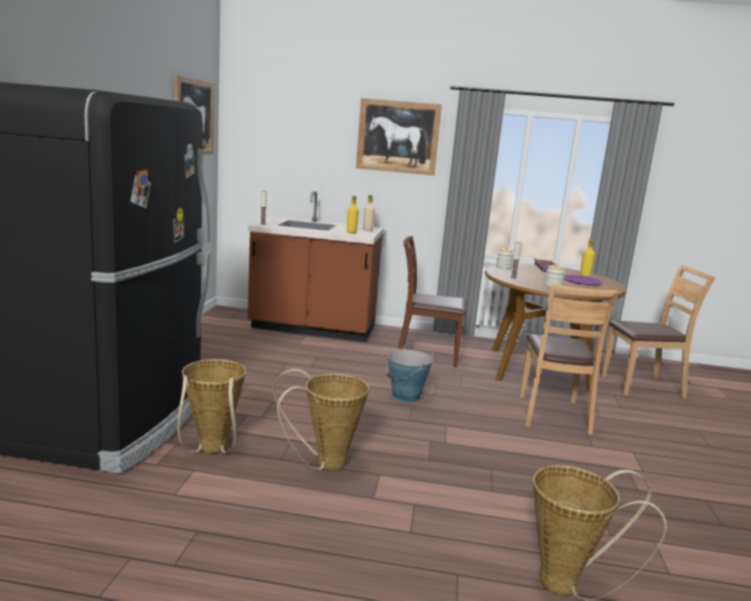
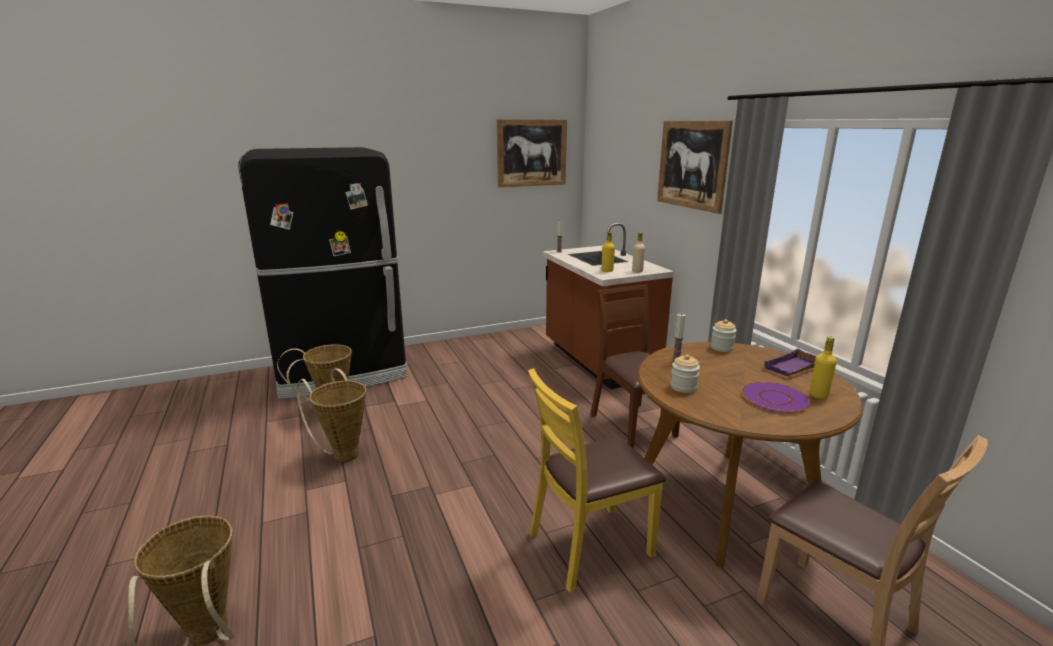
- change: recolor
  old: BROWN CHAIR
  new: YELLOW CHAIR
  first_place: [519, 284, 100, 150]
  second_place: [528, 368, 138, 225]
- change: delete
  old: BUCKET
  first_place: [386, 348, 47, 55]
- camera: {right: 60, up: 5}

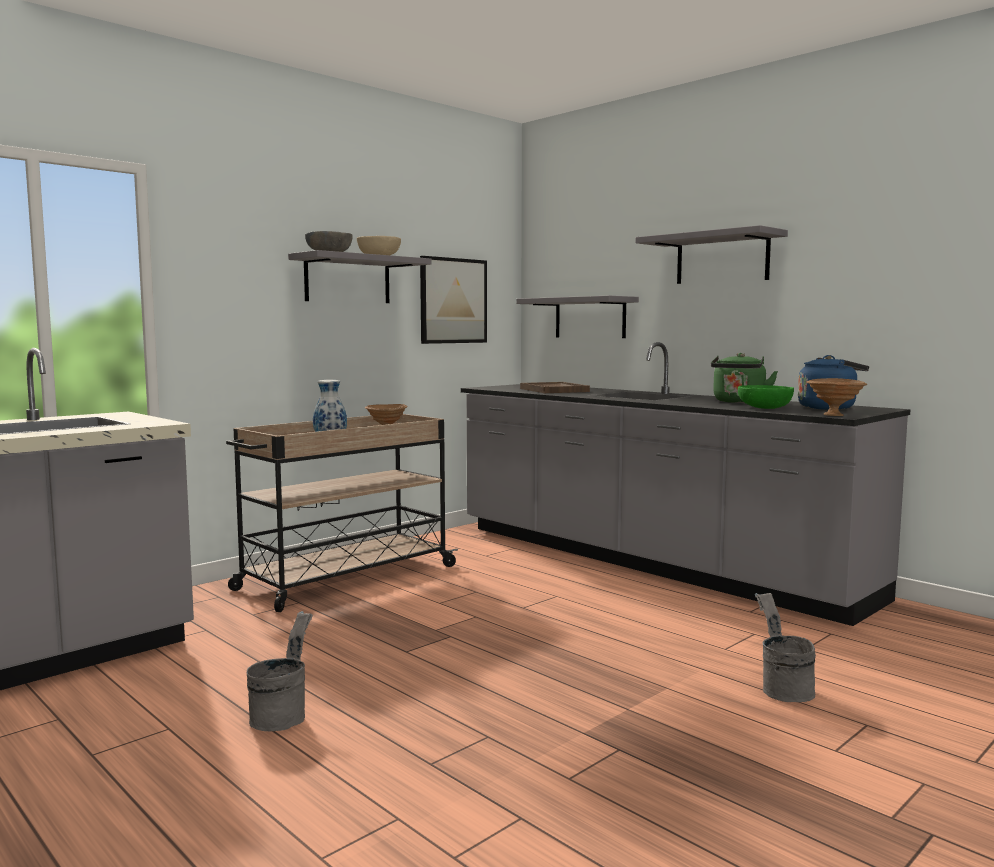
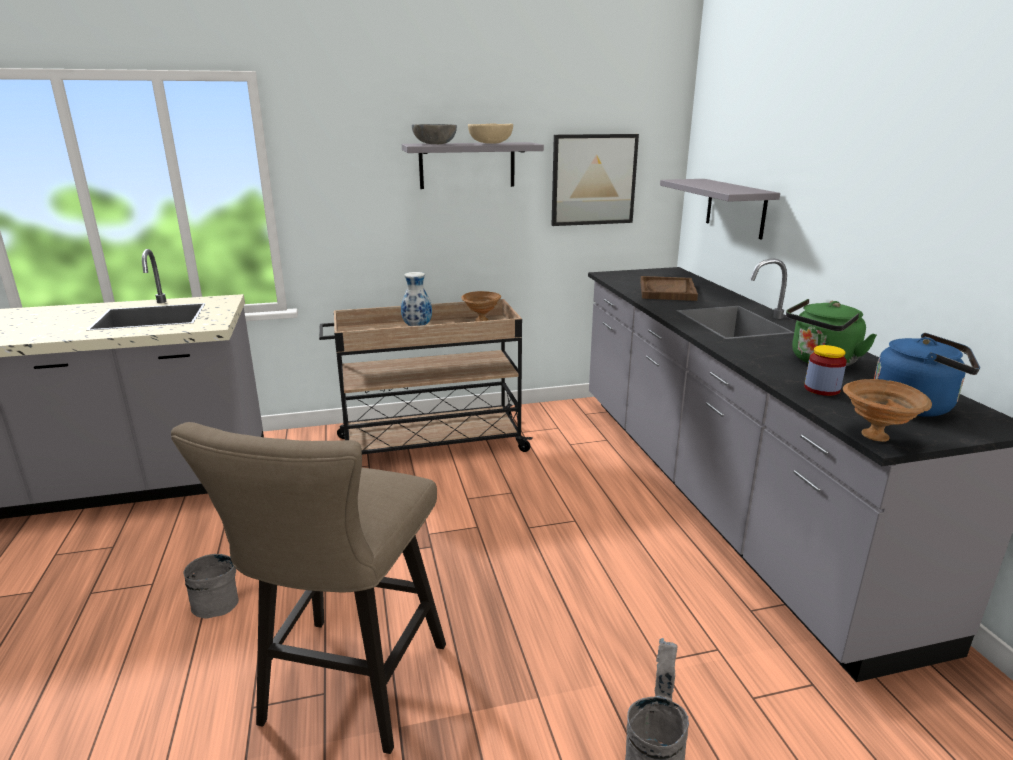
- change: delete
  old: GREY SHELF
  first_place: [636, 225, 152, 59]
- change: replace
  old: GREEN BOWL
  new: JAR
  first_place: [738, 385, 56, 24]
  second_place: [804, 345, 43, 51]
- change: insert
  new: BEIGE STOOL
  second_place: [171, 422, 275, 332]
- camera: {right: 30, up: 15}

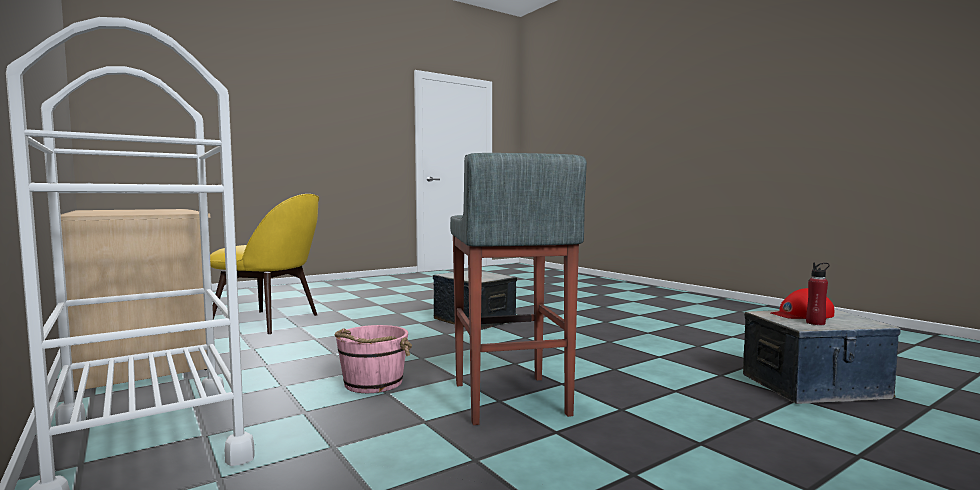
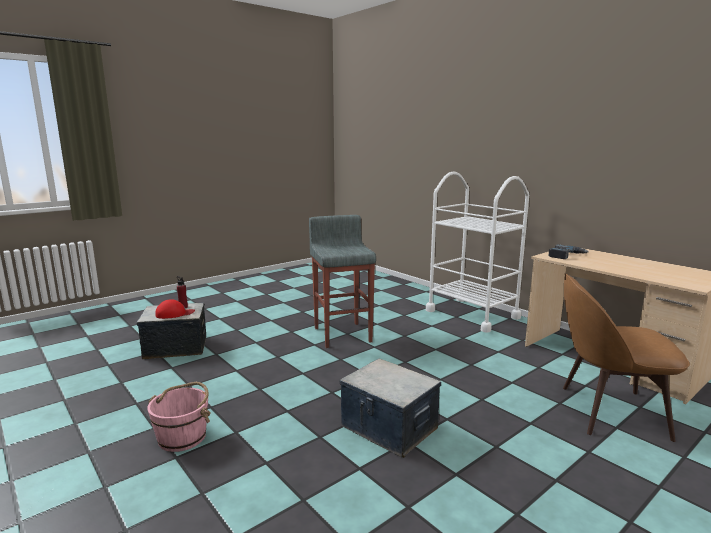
- change: recolor
  old: YELLOW CHAIR
  new: BROWN CHAIR
  first_place: [210, 194, 109, 140]
  second_place: [563, 273, 127, 169]
- change: move
  old: PINK BUCKET
  first_place: [335, 325, 77, 68]
  second_place: [147, 382, 64, 70]
- change: insert
  new: POWER DRILL
  second_place: [549, 244, 40, 15]
- camera: {right: 175, up: 10}

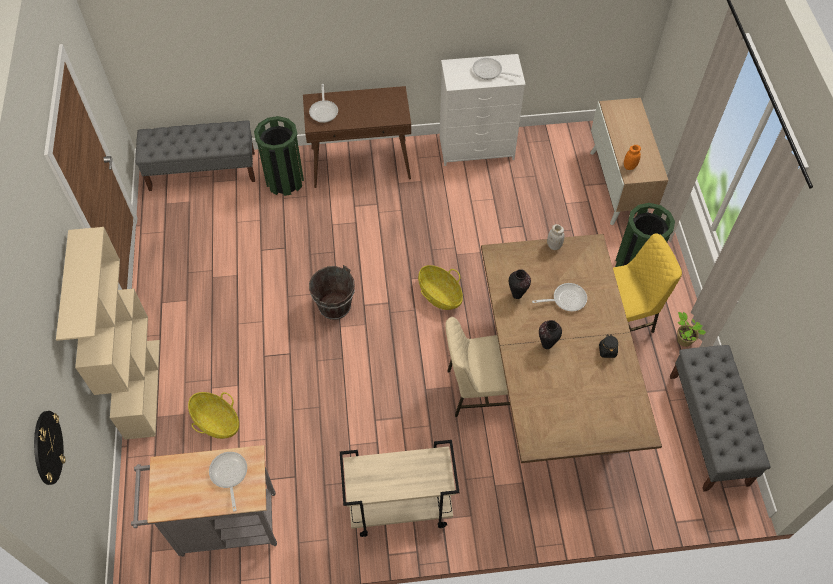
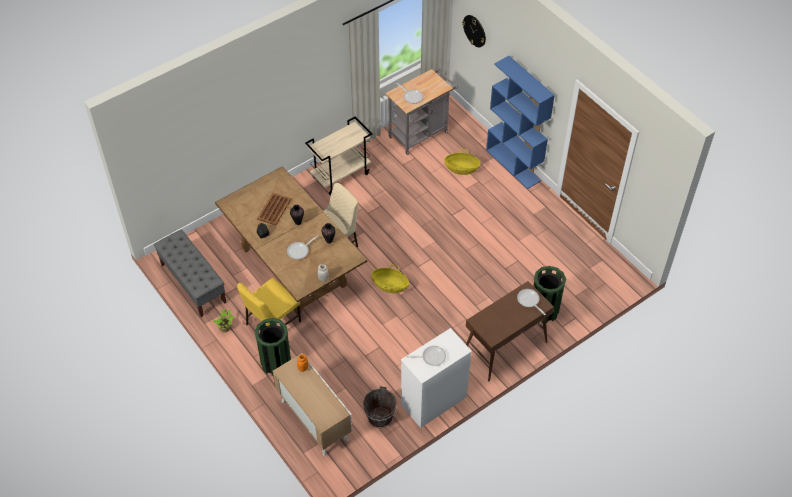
- change: delete
  old: GREY BENCH
  first_place: [135, 120, 120, 71]
- change: recolor
  old: BEIGE BOOKCASE
  new: BLUE BOOKCASE
  first_place: [56, 227, 104, 213]
  second_place: [486, 56, 69, 133]
- change: move
  old: BROWN BUCKET
  first_place: [309, 265, 46, 55]
  second_place: [363, 386, 34, 42]
- change: insert
  new: BROWN TRAY
  second_place: [257, 193, 34, 32]
- camera: {right: 150, up: -5}

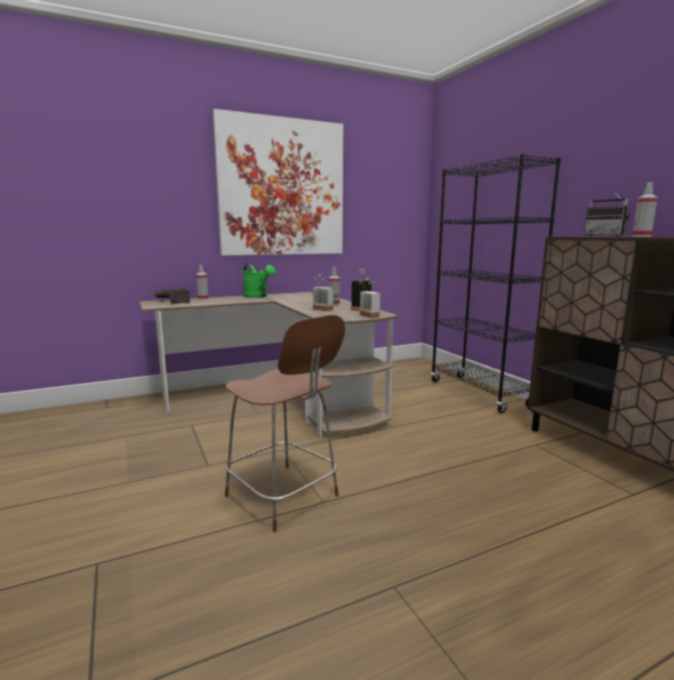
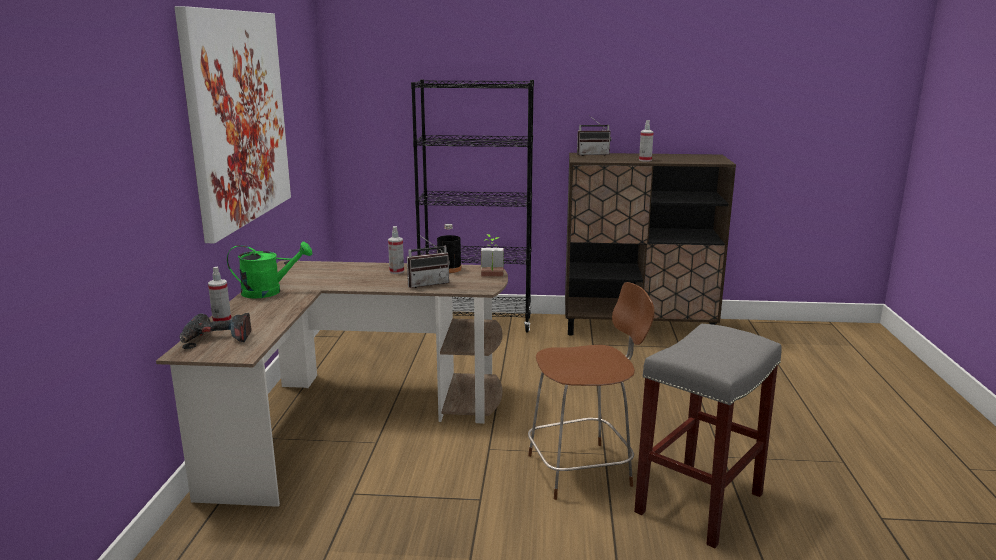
- change: replace
  old: POTTED PLANT
  new: RADIO
  first_place: [313, 275, 20, 36]
  second_place: [407, 234, 43, 54]
- change: insert
  new: GREY STOOL
  second_place: [634, 324, 148, 224]
- camera: {right: -60, up: 5}

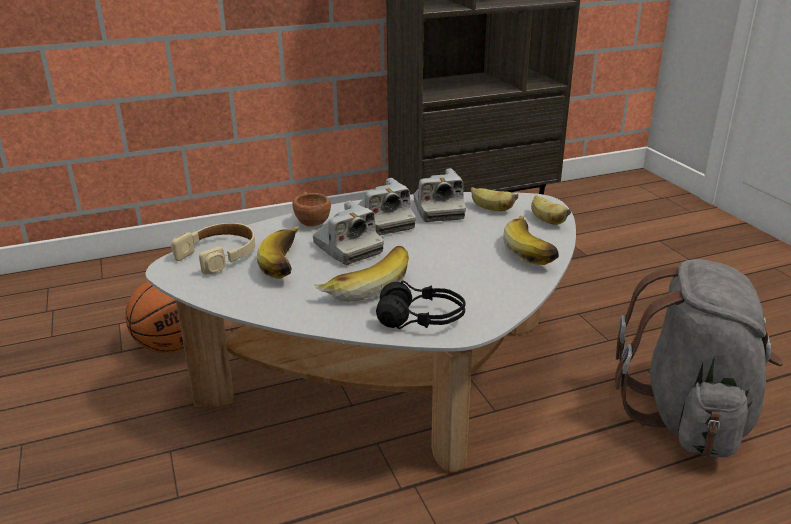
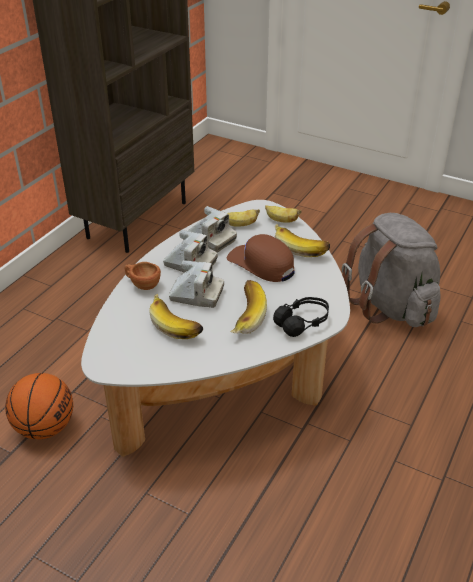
- change: delete
  old: BEIGE HEADPHONES
  first_place: [171, 223, 84, 52]
- change: insert
  new: BROWN CAP
  second_place: [227, 234, 67, 48]
- camera: {right: -40, up: 10}

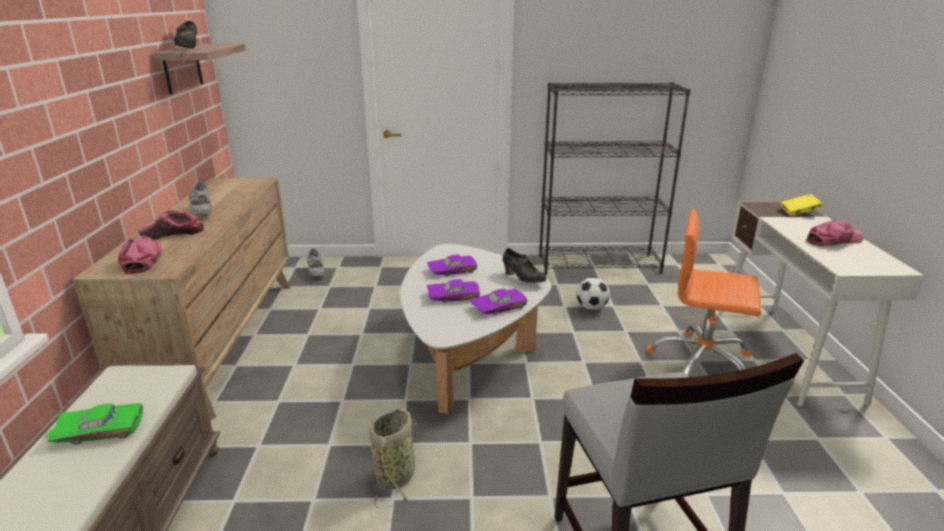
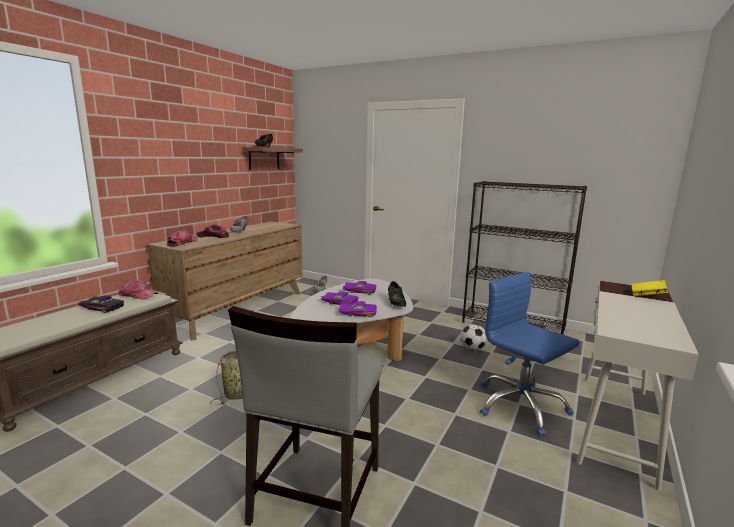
- change: recolor
  old: ORANGE OFFICE CHAIR
  new: BLUE OFFICE CHAIR
  first_place: [646, 209, 115, 168]
  second_place: [480, 272, 100, 164]
- change: move
  old: CAP
  first_place: [806, 219, 58, 27]
  second_place: [119, 280, 39, 19]
- change: recolor
  old: GREEN TOY CAR
  new: BLACK TOY CAR
  first_place: [45, 403, 98, 41]
  second_place: [78, 296, 46, 17]
- camera: {right: 30, up: -10}

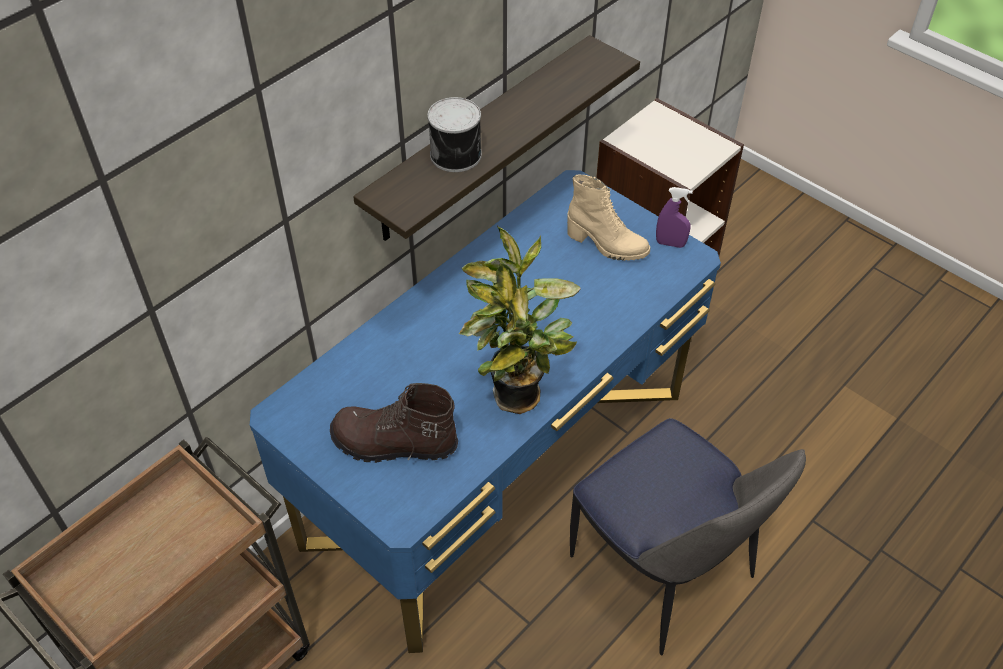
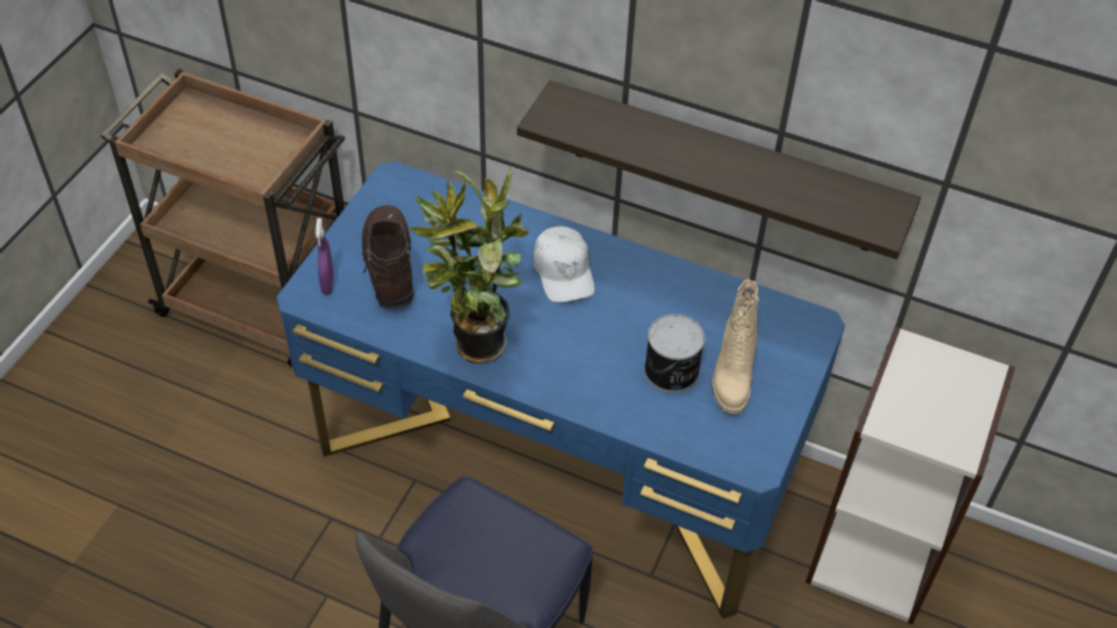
- change: move
  old: CAN
  first_place: [428, 97, 54, 75]
  second_place: [644, 314, 61, 79]
- change: move
  old: PURPLE SPRAY BOTTLE
  first_place: [656, 187, 37, 61]
  second_place: [315, 218, 19, 77]
- change: insert
  new: WHITE CAP
  second_place: [534, 226, 61, 77]
- camera: {right: 70, up: 0}

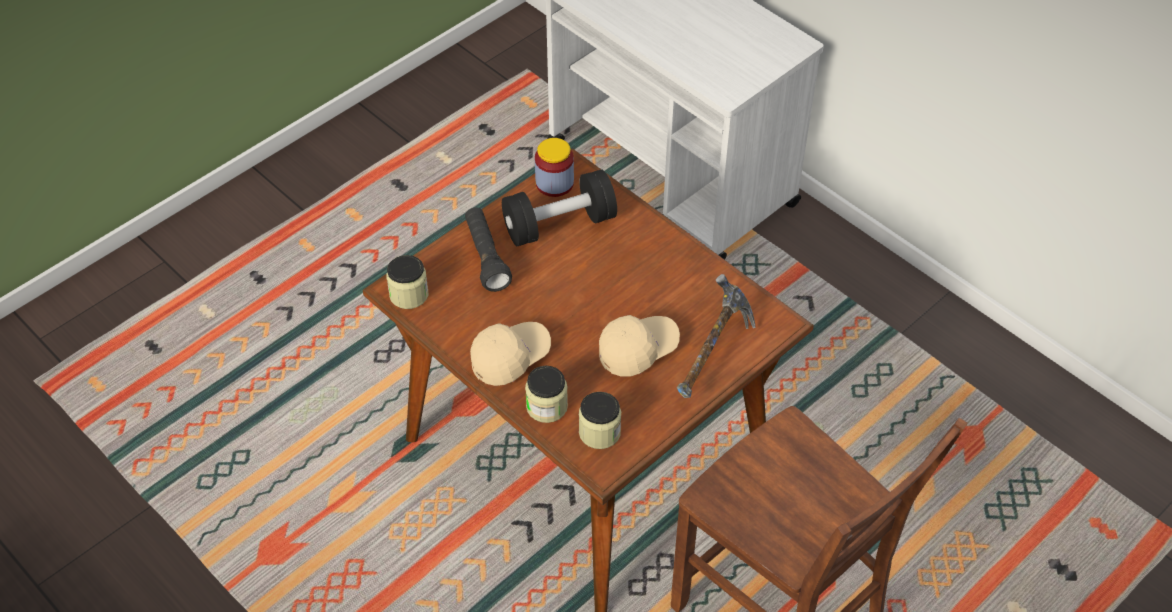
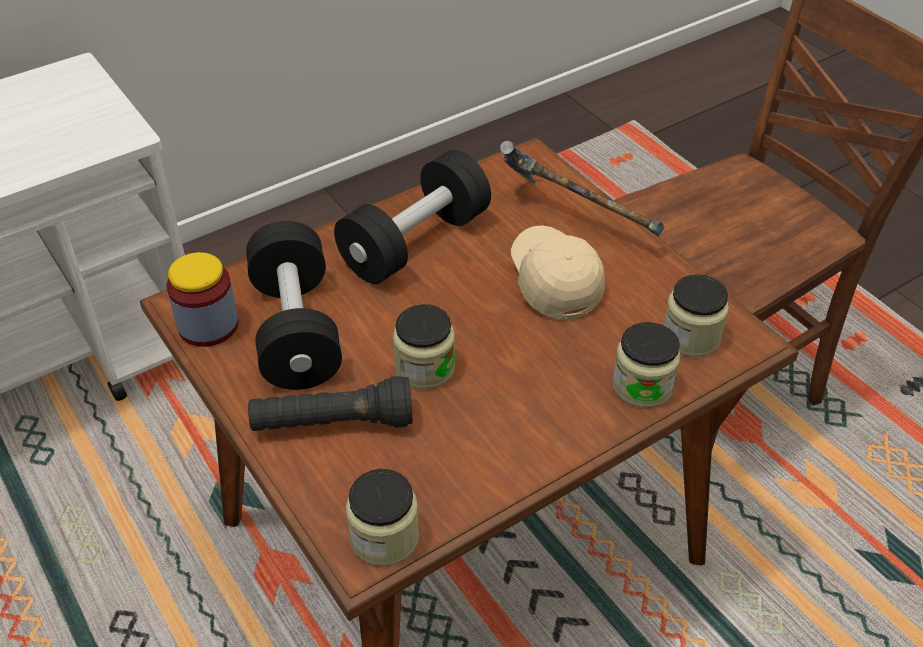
- change: delete
  old: BEIGE CAP
  first_place: [470, 322, 81, 64]
- change: insert
  new: BLACK DUMBBELL
  second_place: [334, 150, 157, 134]
- change: insert
  new: JAR
  second_place: [393, 304, 62, 85]
- camera: {right: -80, up: -5}

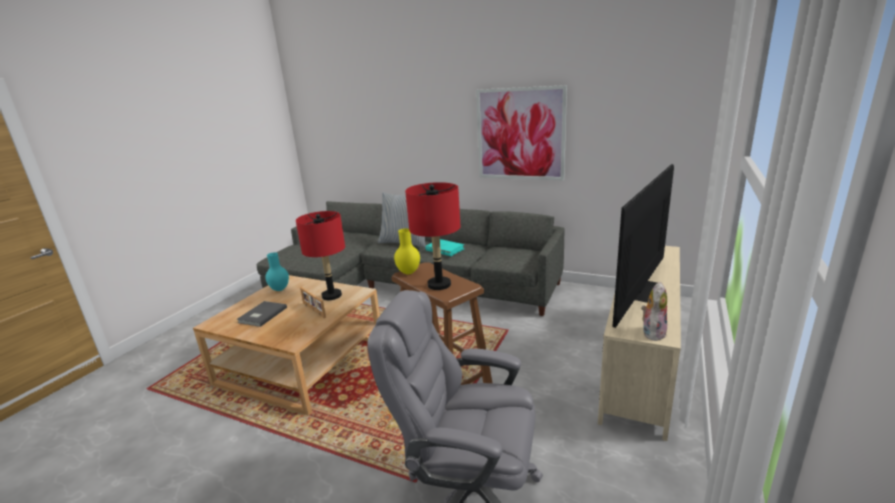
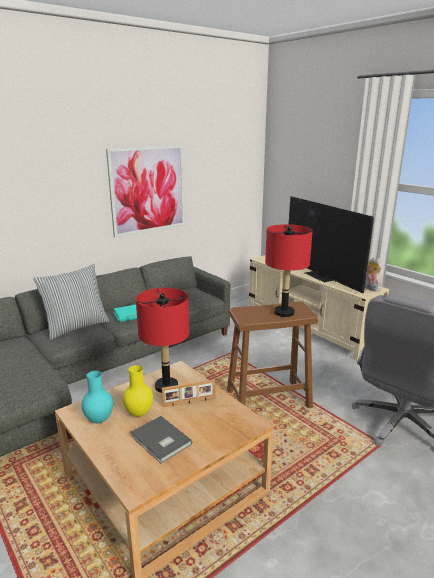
- change: move
  old: YELLOW VASE
  first_place: [394, 228, 26, 46]
  second_place: [123, 365, 30, 52]
- camera: {right: -65, up: 0}

